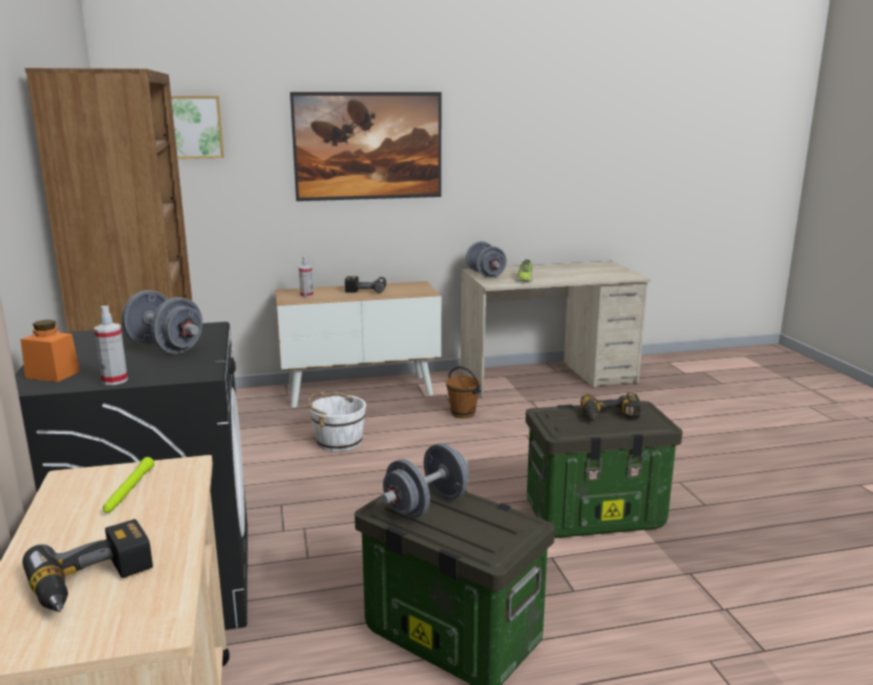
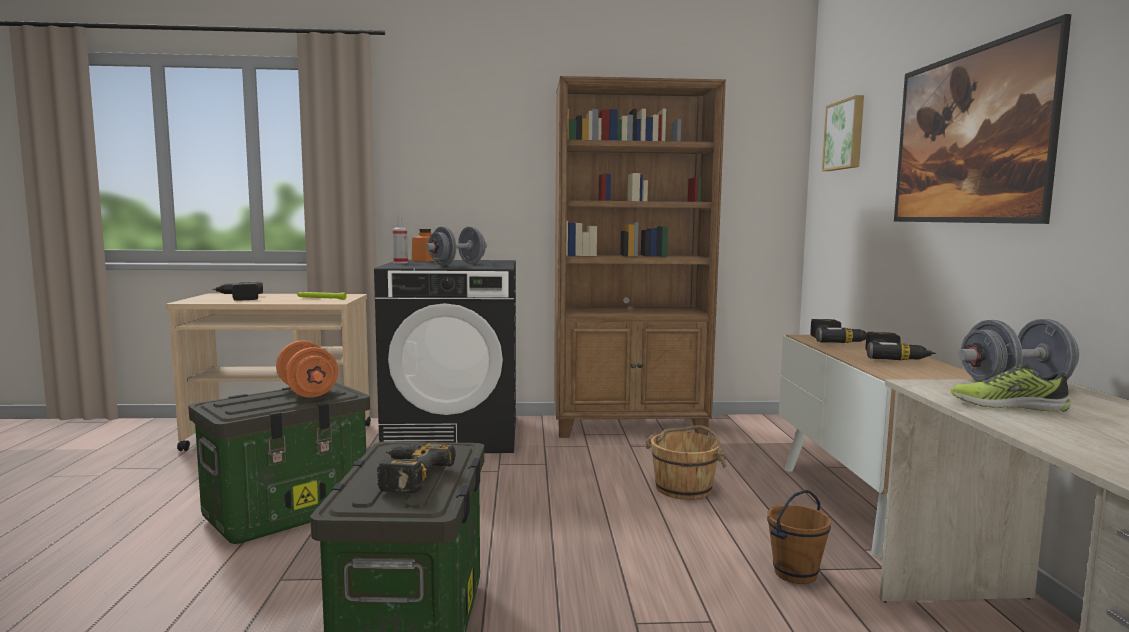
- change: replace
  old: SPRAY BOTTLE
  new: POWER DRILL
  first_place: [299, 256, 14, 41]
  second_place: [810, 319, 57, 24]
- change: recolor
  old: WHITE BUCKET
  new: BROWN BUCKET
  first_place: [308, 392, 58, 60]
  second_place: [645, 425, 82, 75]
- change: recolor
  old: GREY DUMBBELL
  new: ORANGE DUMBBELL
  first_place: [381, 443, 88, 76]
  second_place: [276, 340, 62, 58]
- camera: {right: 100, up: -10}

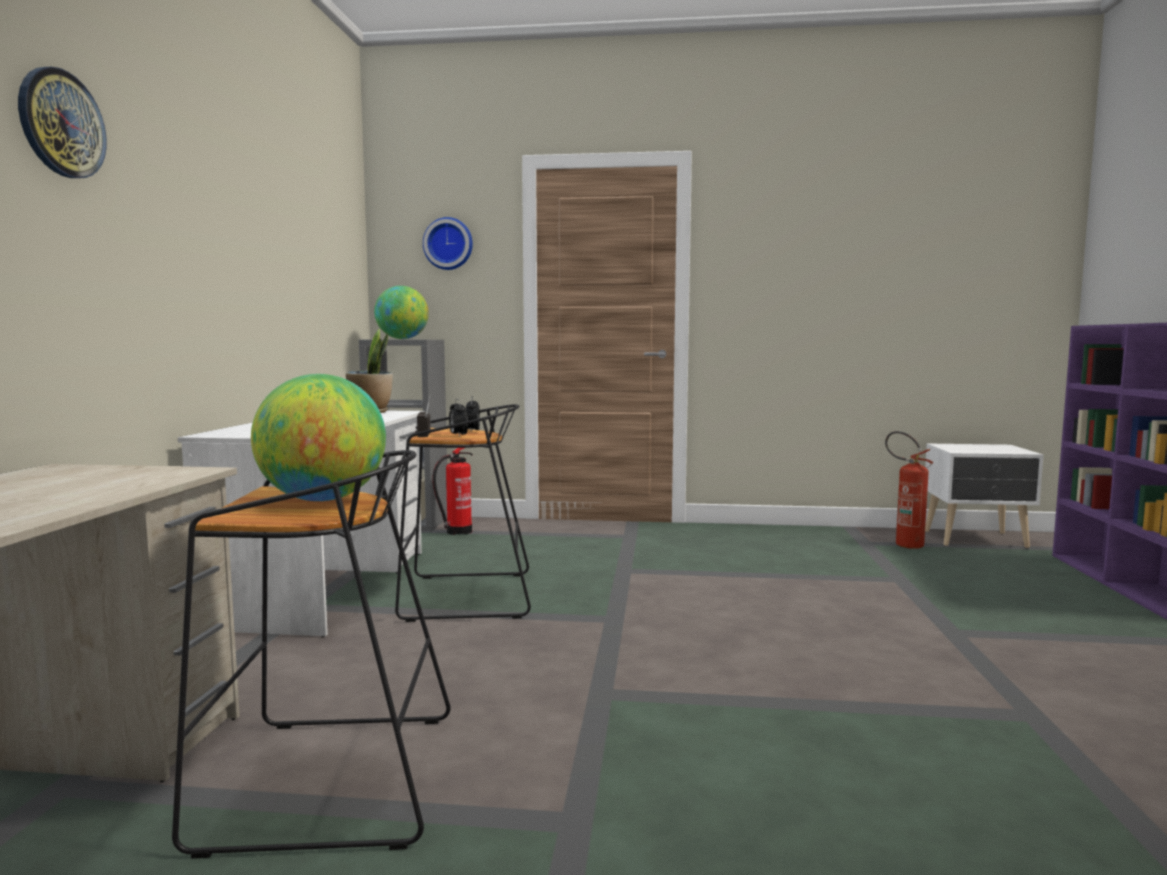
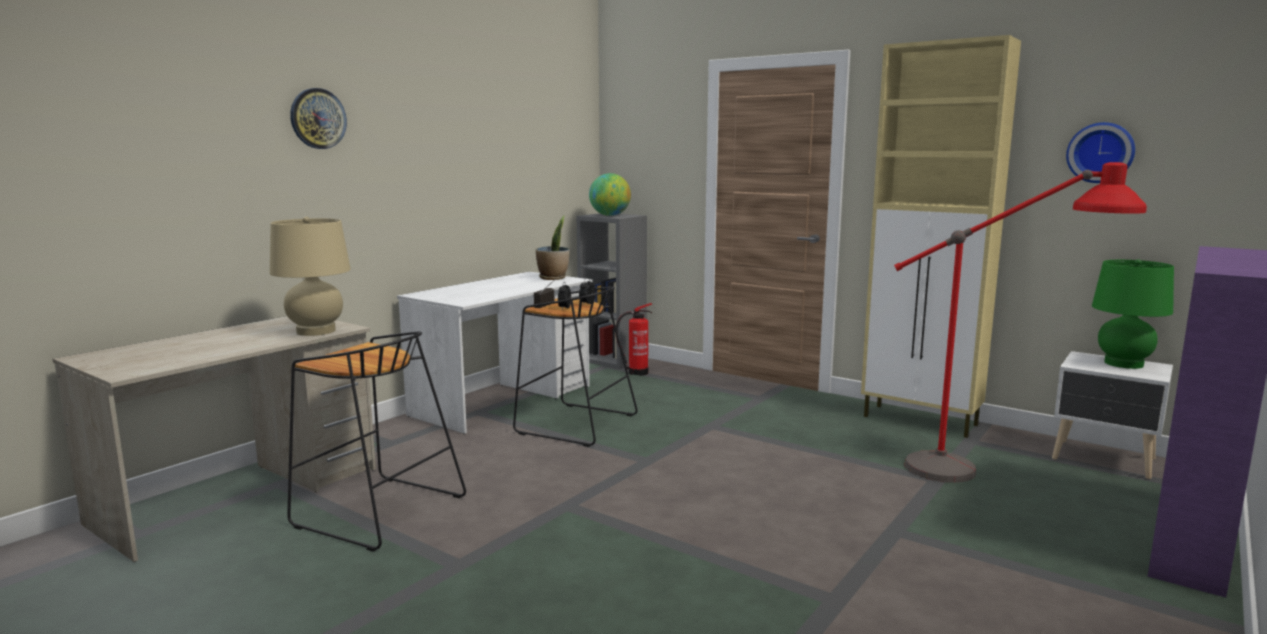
- change: move
  old: WALL CLOCK
  first_place: [423, 217, 50, 53]
  second_place: [1066, 122, 69, 61]
- change: delete
  old: GLOBE
  first_place: [251, 374, 135, 127]
- change: delete
  old: FIRE EXTINGUISHER
  first_place: [885, 431, 49, 118]
- change: insert
  new: BEIGE CABINET
  second_place: [861, 35, 160, 403]
- change: insert
  new: RED FLOOR LAMP
  second_place: [894, 162, 253, 321]
- change: insert
  new: BEIGE TABLE LAMP
  second_place: [270, 217, 81, 119]
- change: insert
  new: GREEN TABLE LAMP
  second_place: [1092, 259, 82, 110]
- camera: {right: 30, up: 5}

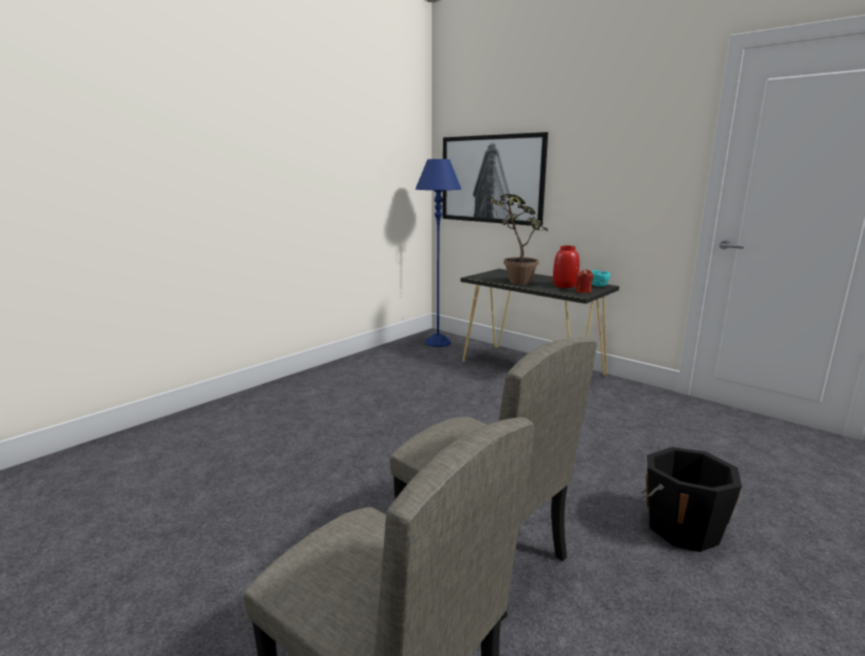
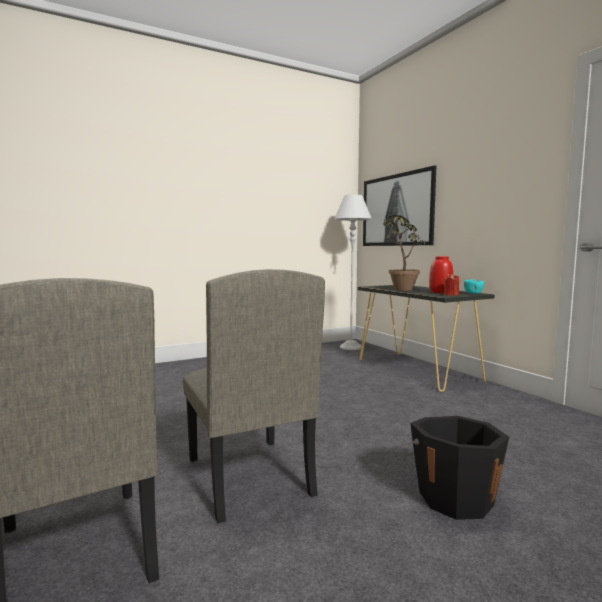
- change: recolor
  old: BLUE FLOOR LAMP
  new: GREY FLOOR LAMP
  first_place: [416, 159, 45, 188]
  second_place: [334, 195, 38, 155]
- camera: {right: 20, up: -10}

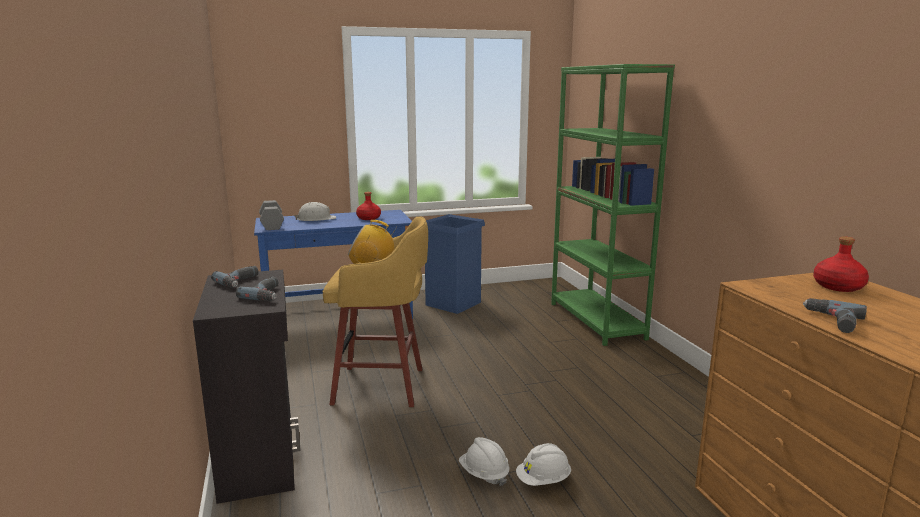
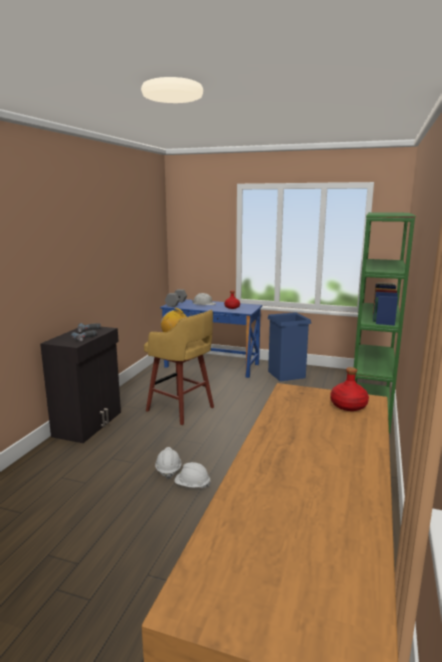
- change: delete
  old: POWER DRILL
  first_place: [803, 298, 64, 35]
- camera: {right: 35, up: 0}

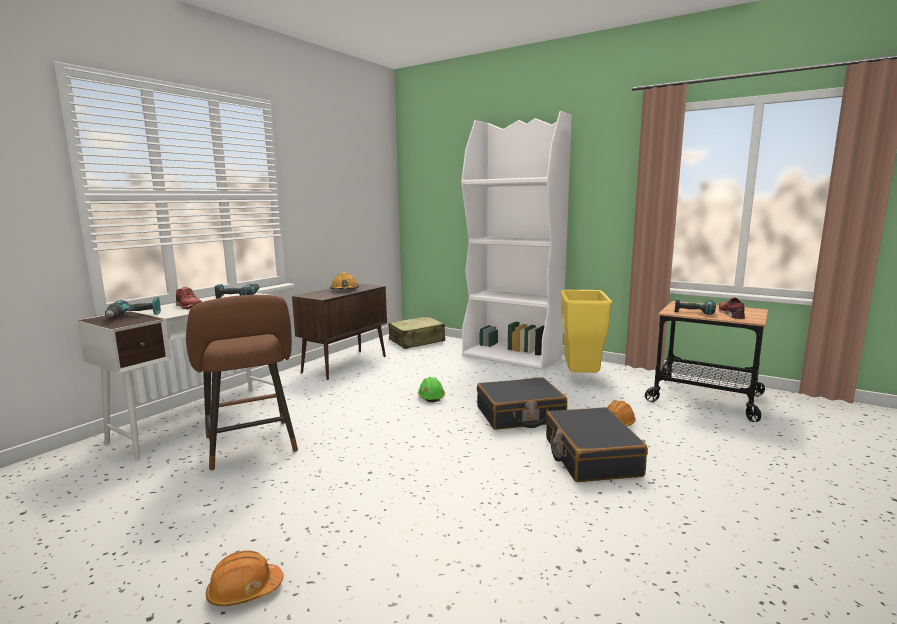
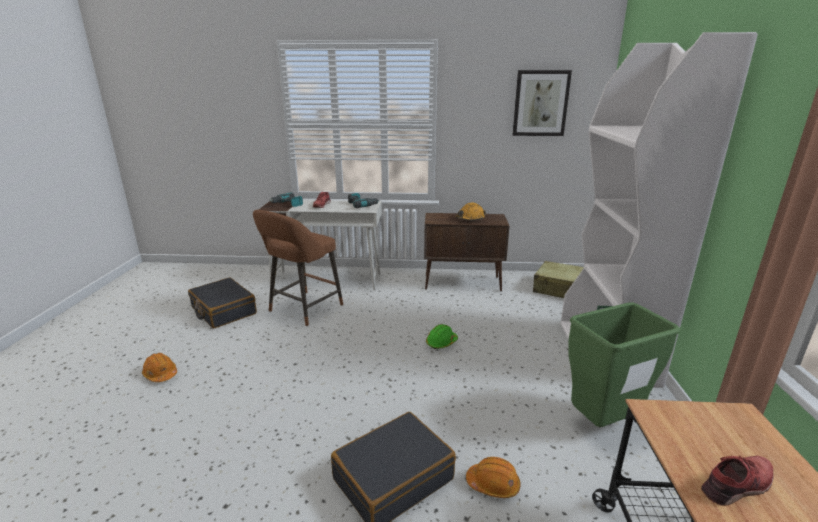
- change: recolor
  old: YELLOW TRASH CAN
  new: GREEN TRASH CAN
  first_place: [560, 290, 52, 83]
  second_place: [568, 303, 113, 124]
- change: delete
  old: POWER DRILL
  first_place: [675, 298, 41, 17]
- change: move
  old: BLACK SUITCASE
  first_place: [477, 377, 90, 53]
  second_place: [188, 277, 69, 52]
- change: insert
  new: PICTURE
  second_place: [513, 70, 59, 66]
- camera: {right: 60, up: 10}

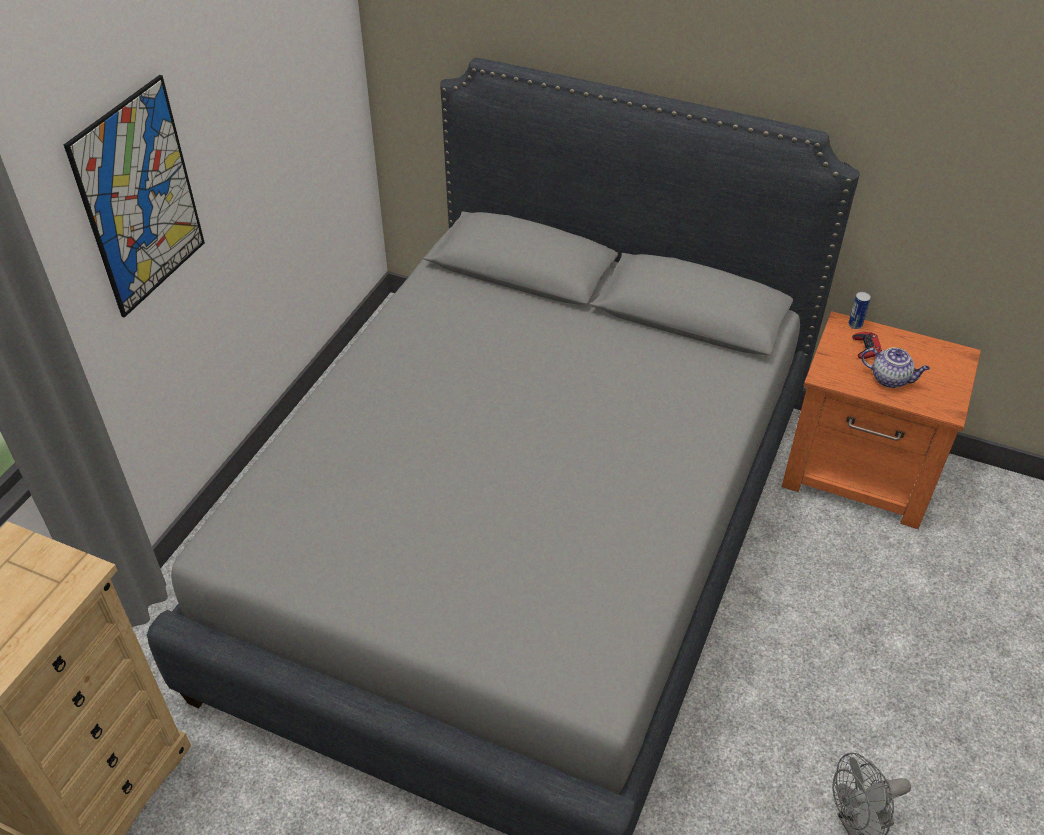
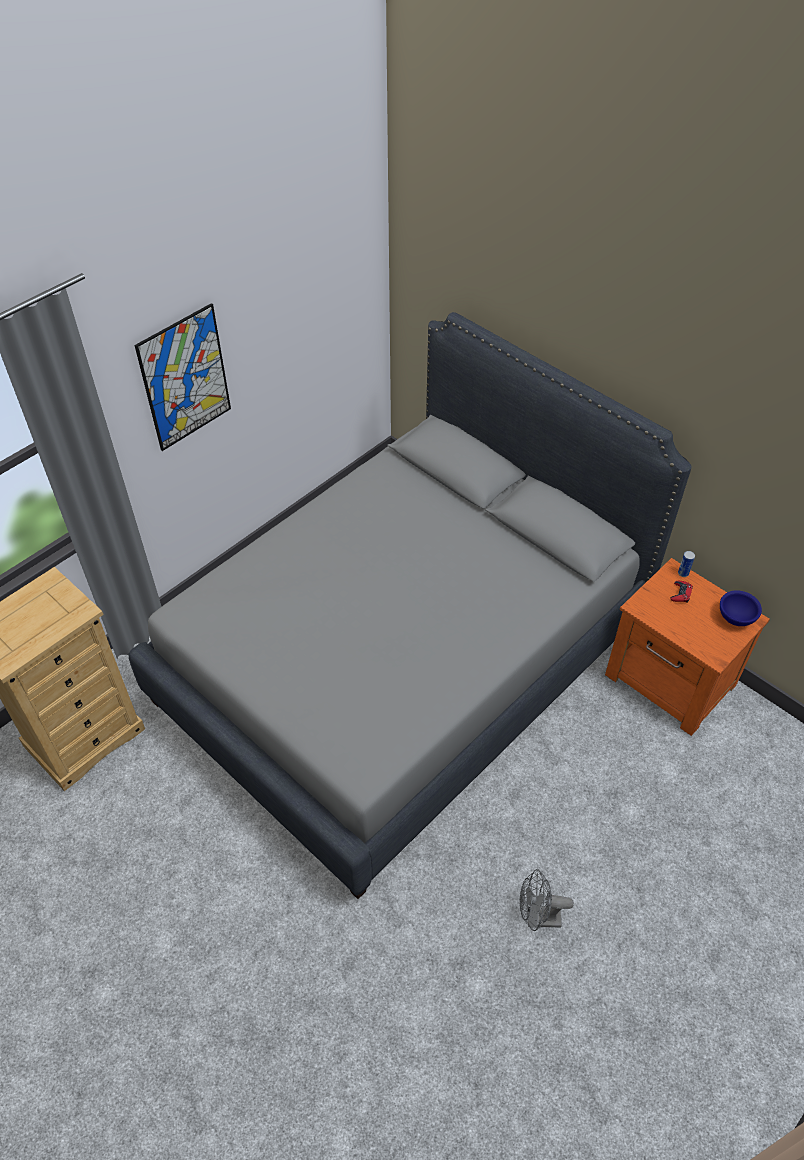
- change: delete
  old: TEAPOT
  first_place: [861, 347, 69, 41]
- change: insert
  new: BLUE BOWL
  second_place: [720, 590, 42, 36]
- camera: {right: 20, up: 5}

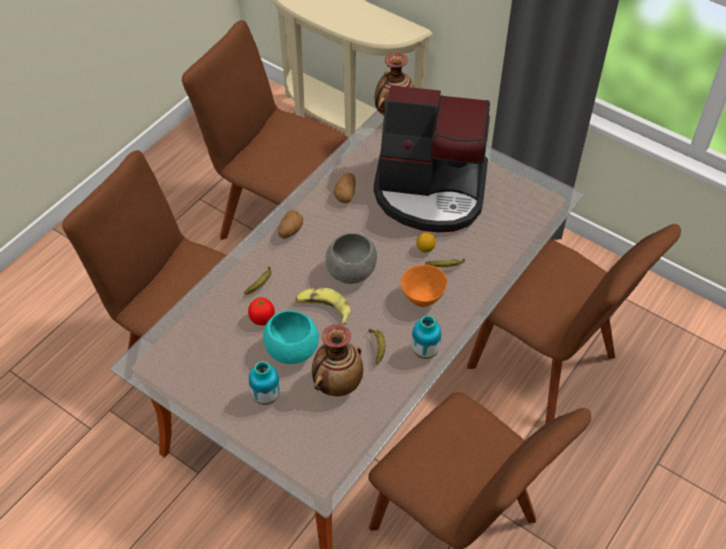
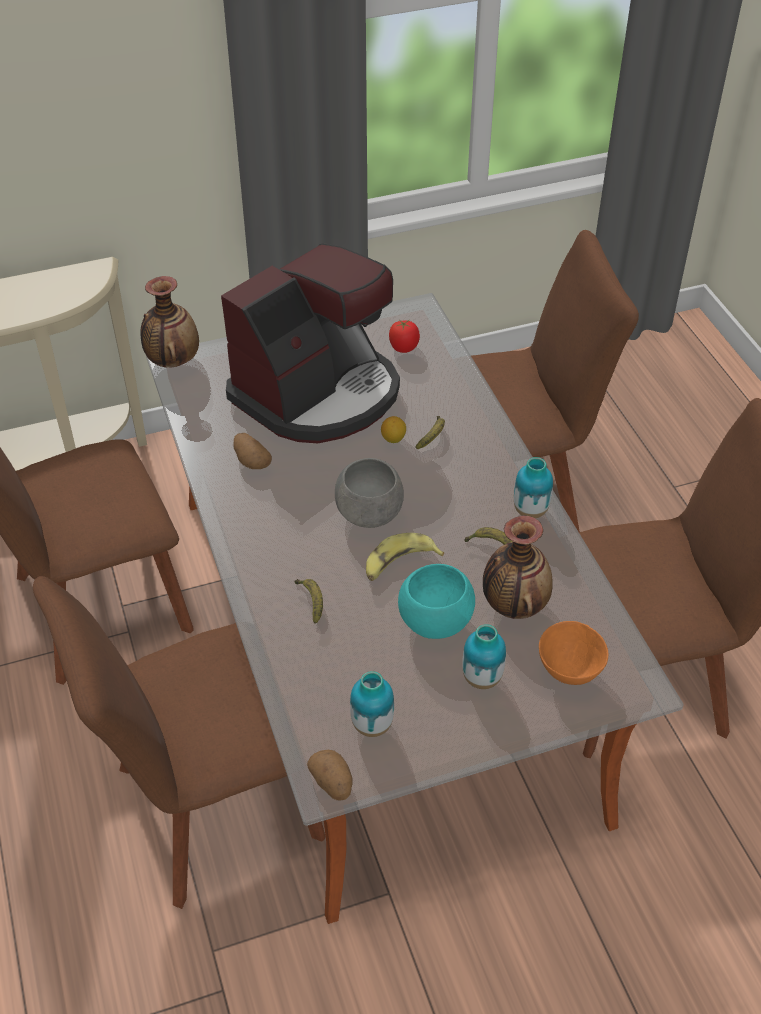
- change: move
  old: POTATO
  first_place: [278, 210, 25, 29]
  second_place: [307, 750, 46, 51]
- change: move
  old: ORANGE BOWL
  first_place: [401, 264, 46, 43]
  second_place: [539, 621, 70, 64]
- change: move
  old: TOMATO
  first_place: [248, 297, 27, 28]
  second_place: [389, 320, 31, 33]
- change: insert
  new: VASE
  second_place: [350, 671, 44, 66]
- camera: {right: -55, up: -5}

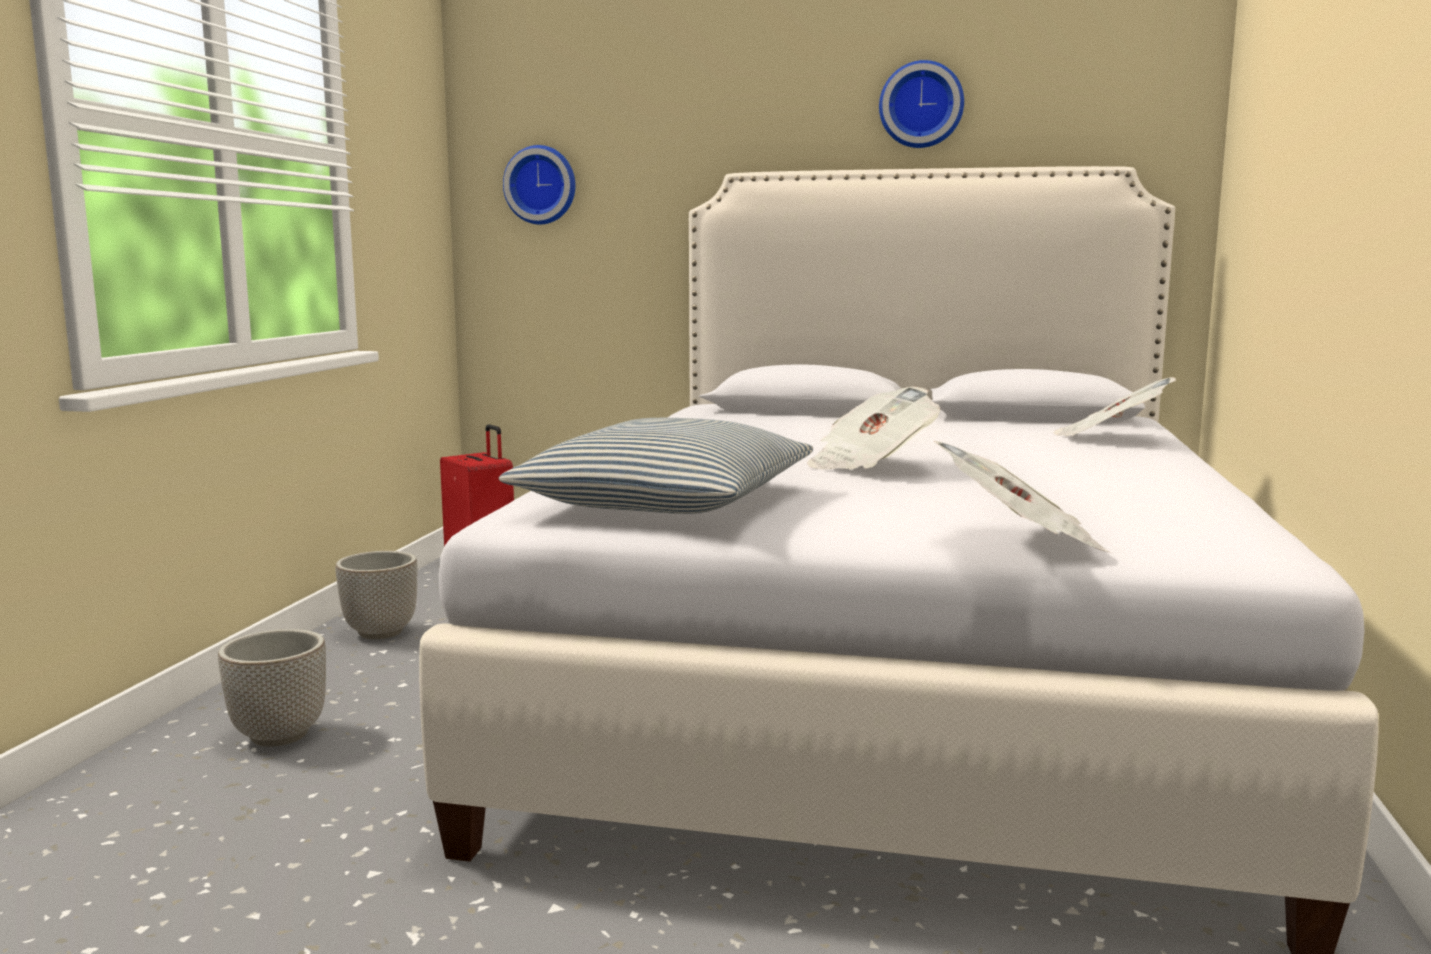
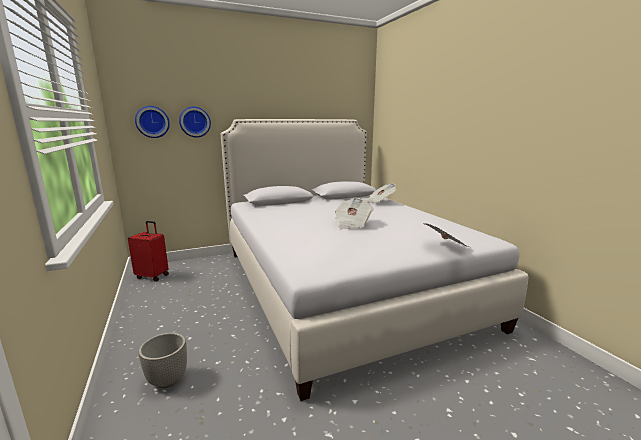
- change: move
  old: WALL CLOCK
  first_place: [879, 60, 85, 88]
  second_place: [179, 106, 32, 31]
- change: delete
  old: PILLOW
  first_place: [499, 418, 314, 96]
- change: delete
  old: PLANTER
  first_place: [335, 551, 82, 88]
- camera: {right: -35, up: 5}

